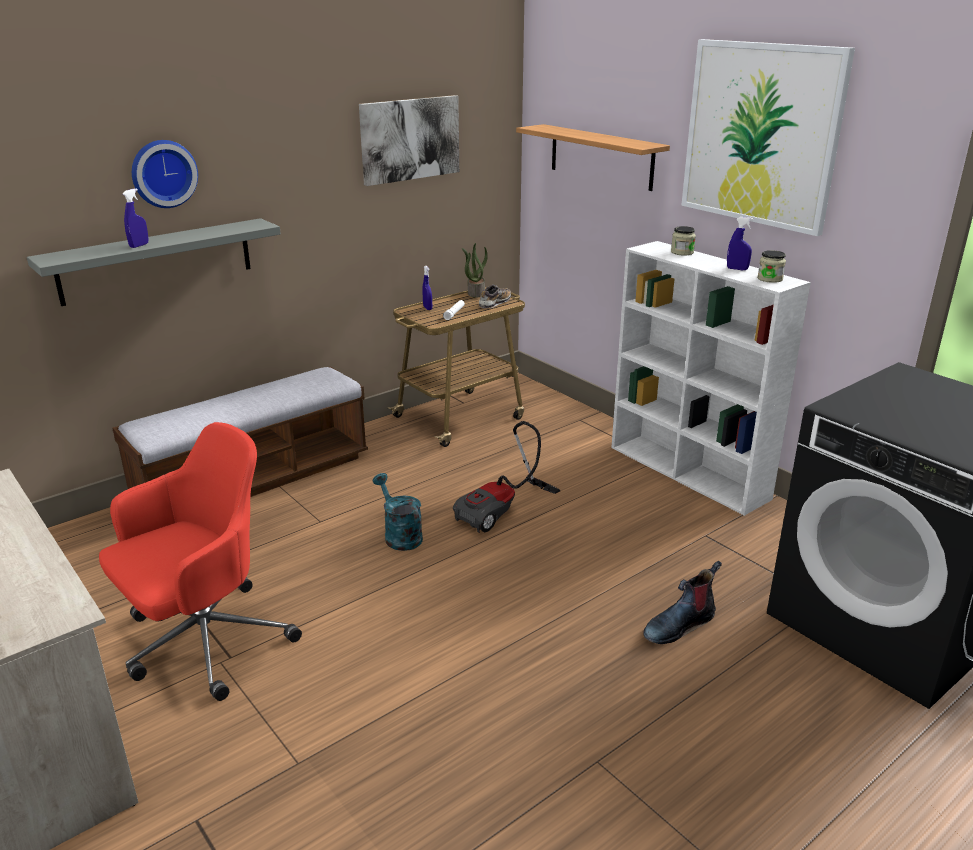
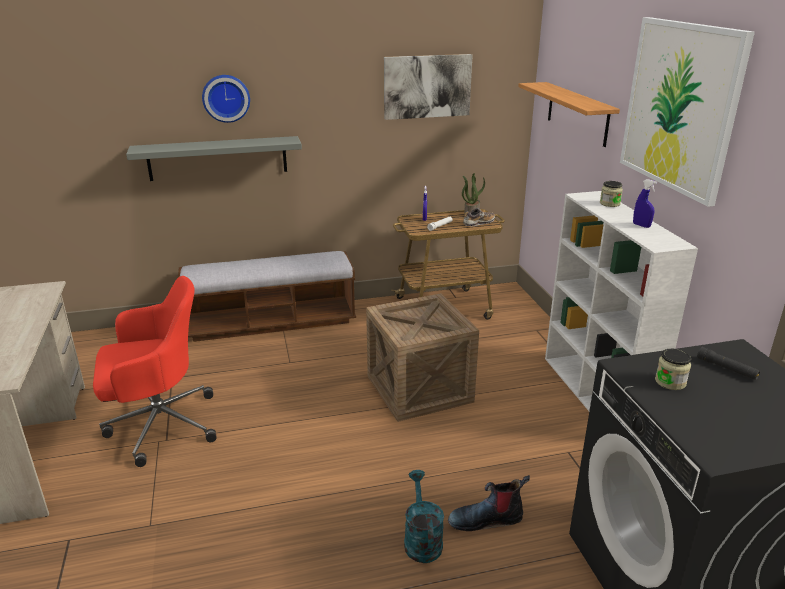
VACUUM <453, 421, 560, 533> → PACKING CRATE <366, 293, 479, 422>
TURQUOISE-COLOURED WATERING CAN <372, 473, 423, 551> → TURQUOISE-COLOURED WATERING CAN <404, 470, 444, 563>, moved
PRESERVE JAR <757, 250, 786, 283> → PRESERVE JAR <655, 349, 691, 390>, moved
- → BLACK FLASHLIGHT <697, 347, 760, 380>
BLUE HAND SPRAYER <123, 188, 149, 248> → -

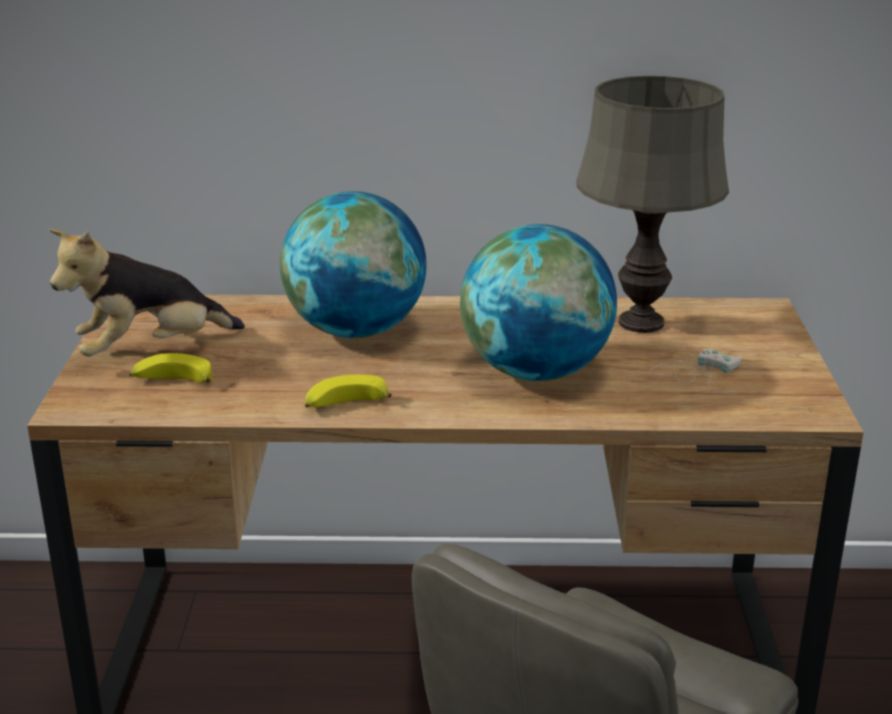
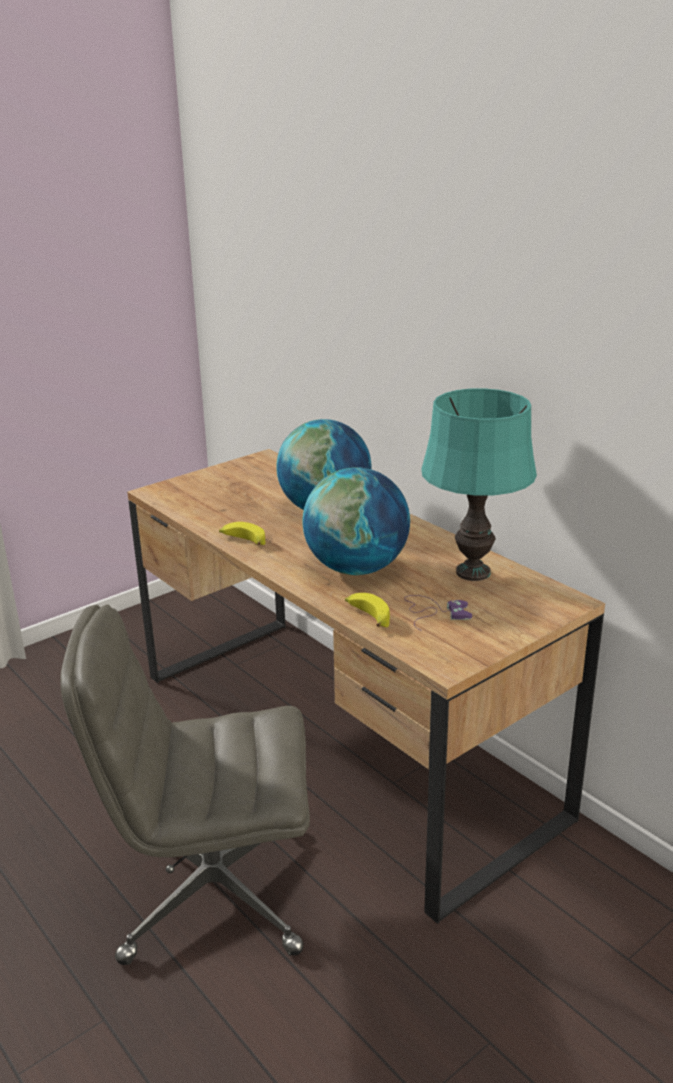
BANANA <129, 353, 212, 382> → BANANA <345, 593, 390, 627>, moved
WHITE GAME CONTROLLER <650, 349, 741, 395> → PURPLE GAME CONTROLLER <405, 595, 472, 631>
GREYISH LAMP FOR A TABLE <576, 76, 729, 333> → TURQUOISE-COLOURED LAMP FOR A TABLE <421, 388, 537, 581>
PLUSH TOY <50, 229, 245, 357> → -

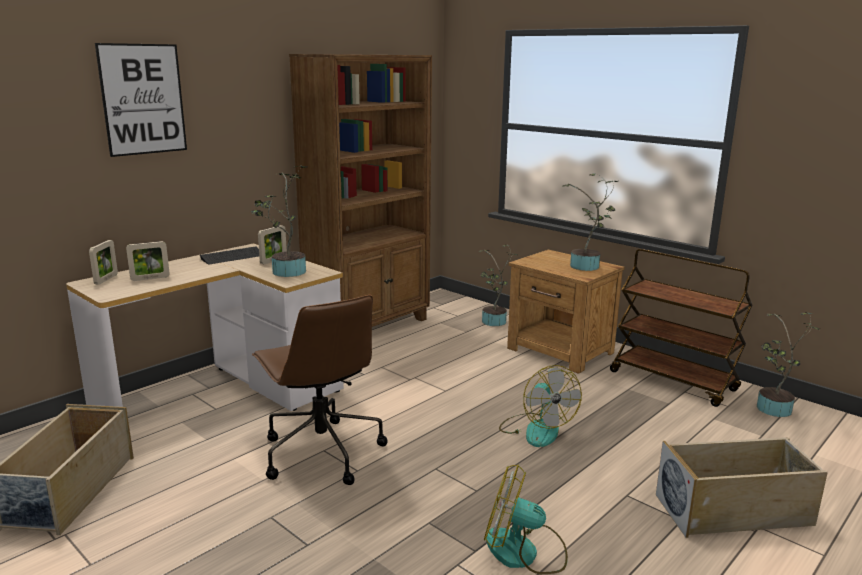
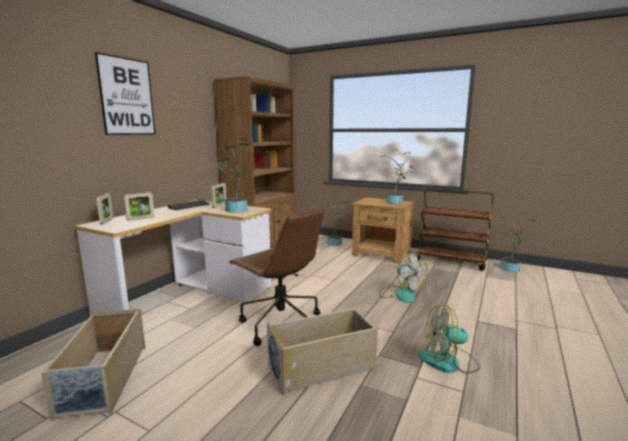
BEIGE-COLOURED STORAGE BIN <656, 437, 828, 538> → BEIGE-COLOURED STORAGE BIN <267, 308, 378, 396>, moved

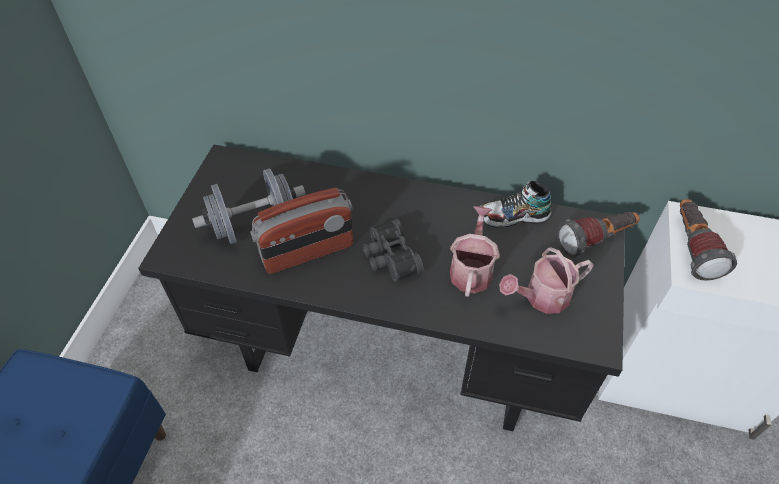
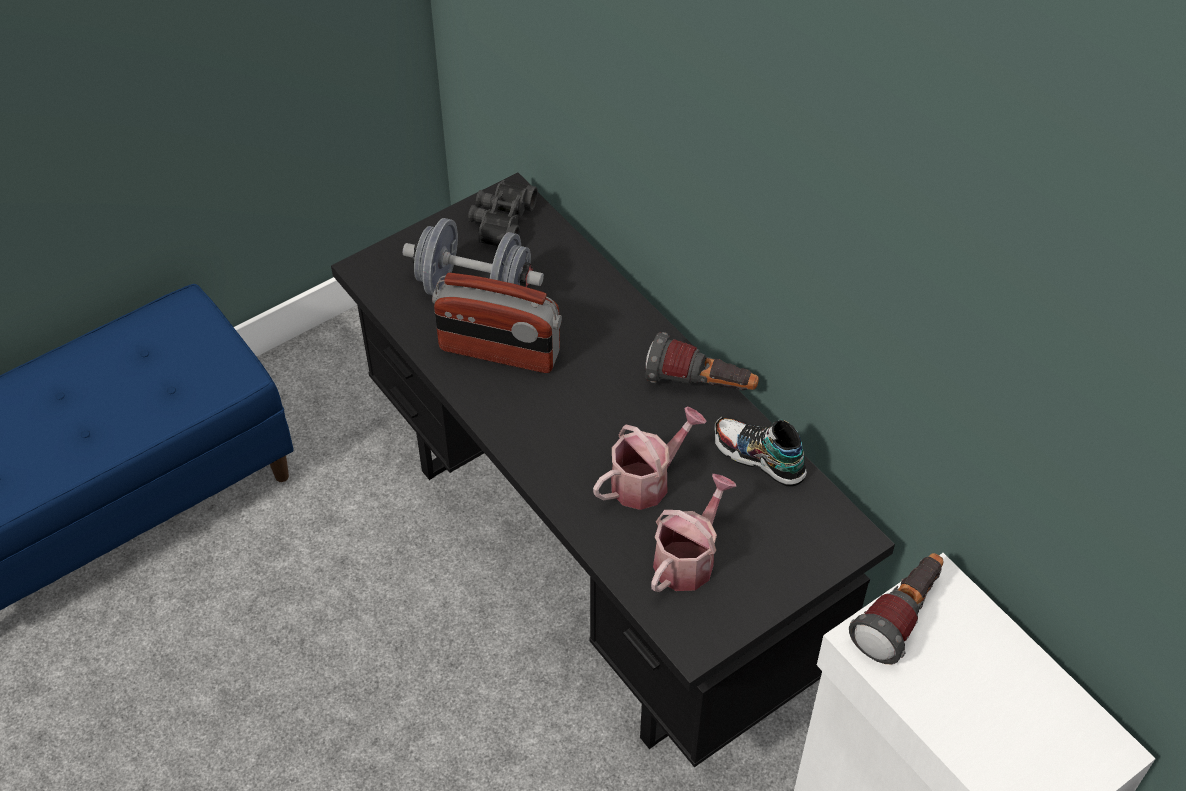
BLACK BINOCULARS <363, 219, 424, 282> → BLACK BINOCULARS <468, 180, 538, 246>, moved
FLASHLIGHT <558, 212, 640, 258> → FLASHLIGHT <646, 332, 759, 390>, moved
WATERING CAN <499, 247, 594, 314> → WATERING CAN <651, 474, 736, 592>, 105 degrees clockwise

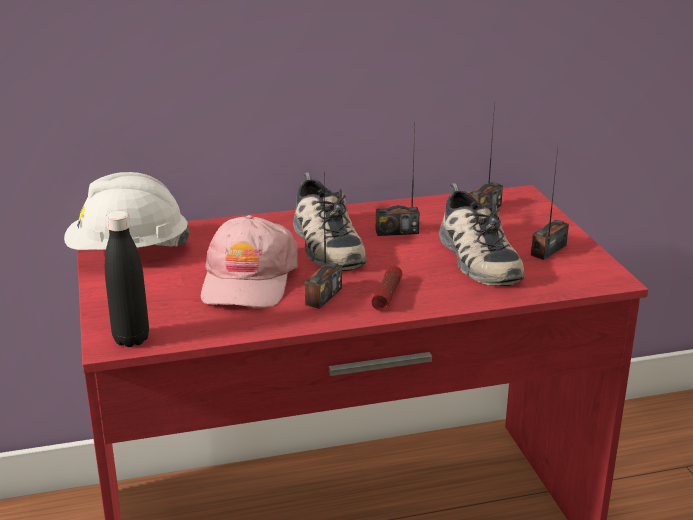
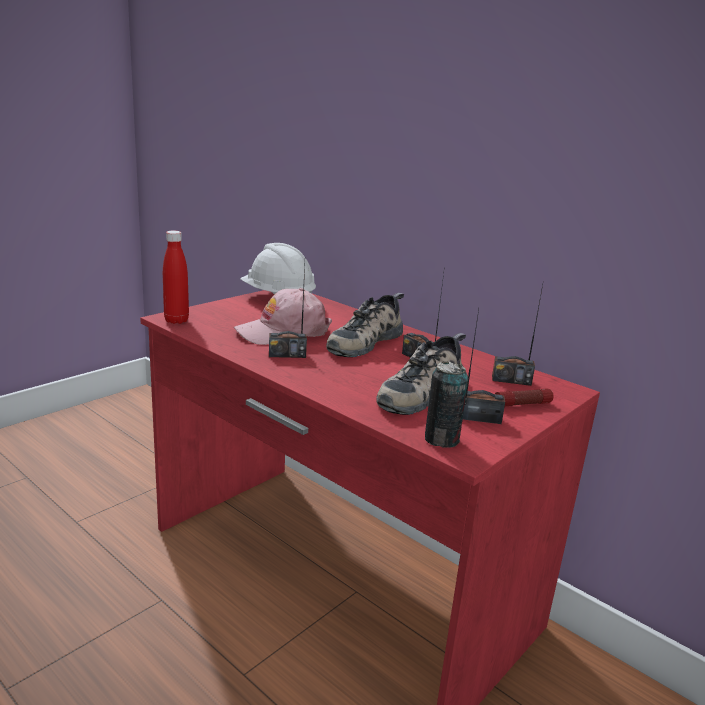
BLACK BOTTLE <105, 211, 149, 347> → RED-COLOURED BOTTLE <163, 230, 189, 324>
- → SEALED CAN <425, 361, 468, 448>
FLASHLIGHT <372, 266, 403, 311> → FLASHLIGHT <495, 388, 554, 406>, moved

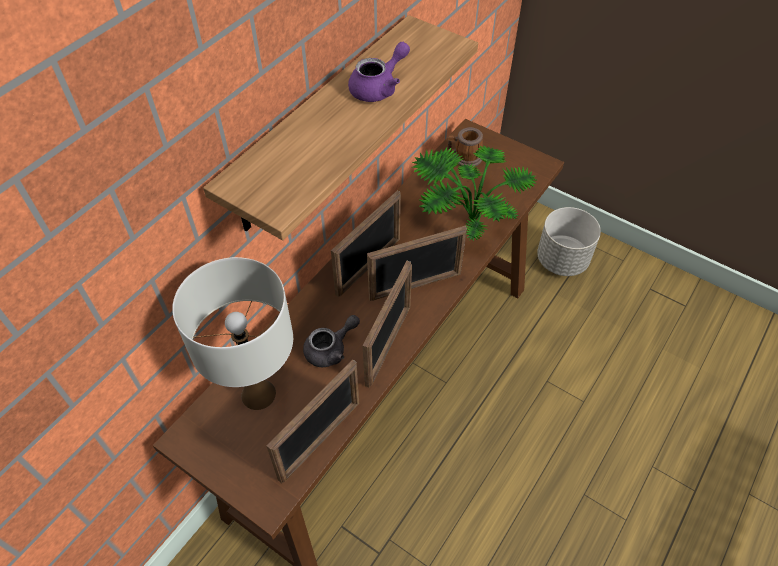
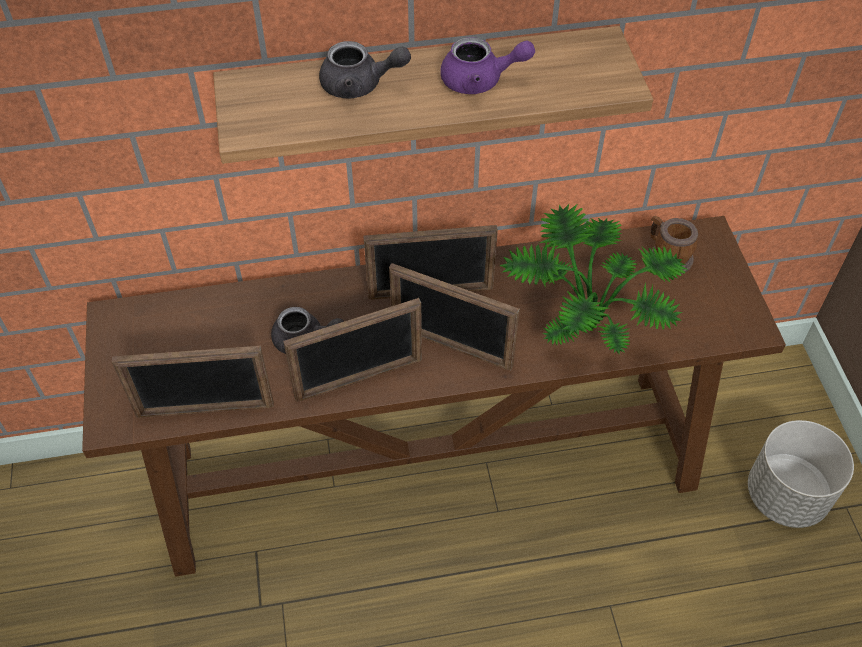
- → GREYISH TEAPOT <319, 41, 411, 99>
WHITE LAMP FOR A TABLE <172, 257, 293, 410> → -

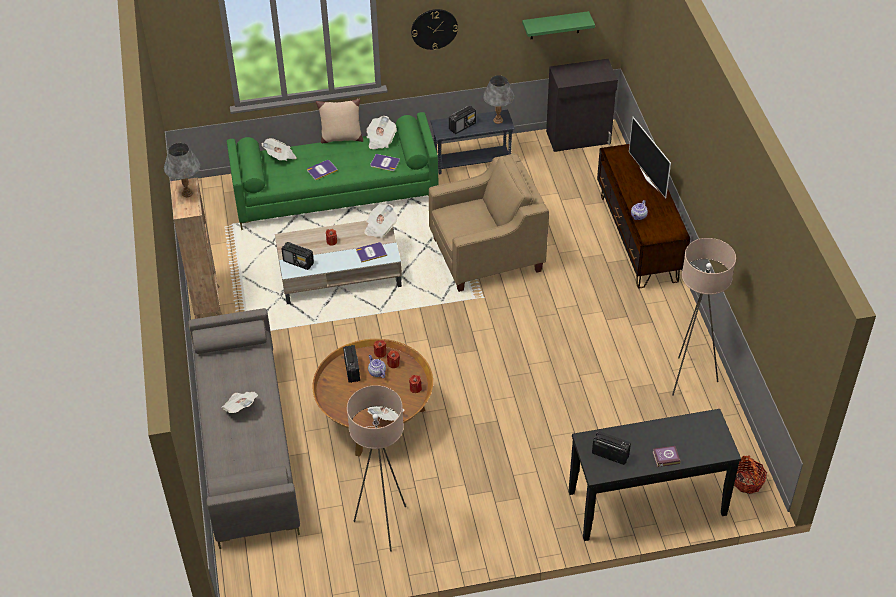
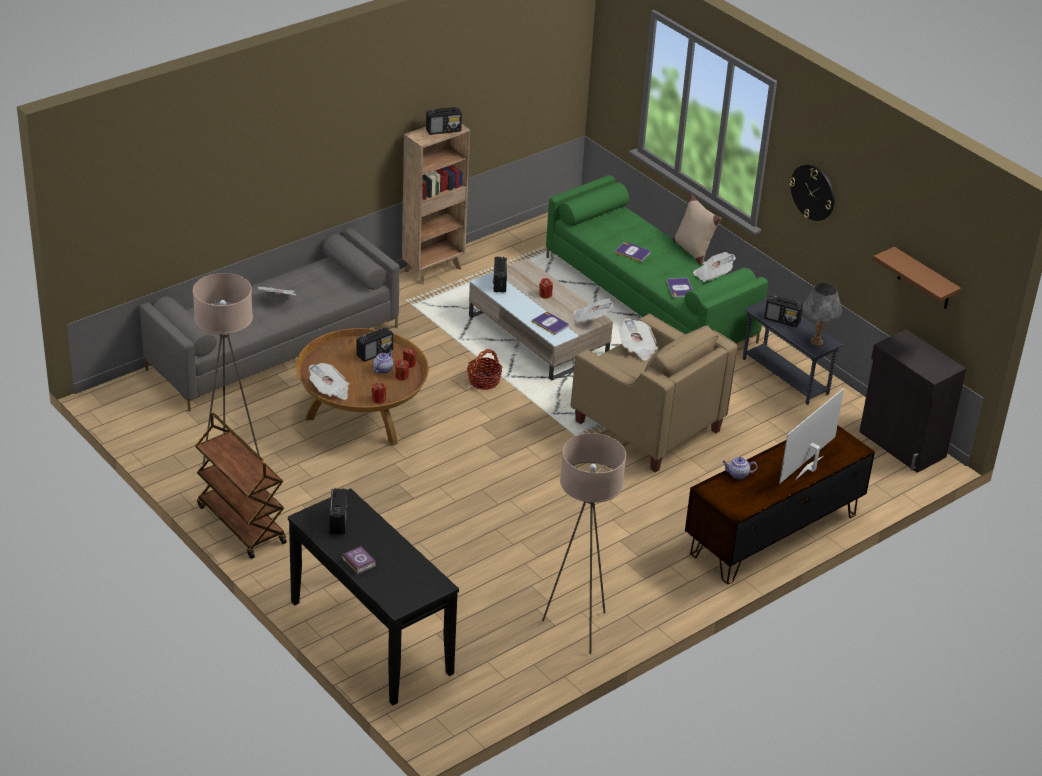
- → BROWNISH TROLLEY <195, 413, 287, 559>
GREYISH LAMP FOR A TABLE <164, 143, 200, 197> → RADIO SET <426, 107, 462, 135>
HOUSEHOLD BASKET <734, 455, 767, 494> → HOUSEHOLD BASKET <467, 349, 503, 390>, moved
NEWSPAPER <261, 138, 297, 161> → NEWSPAPER <619, 318, 658, 361>, moved
GREENISH SHELF <522, 11, 595, 39> → BROWNISH SHELF <873, 247, 961, 309>

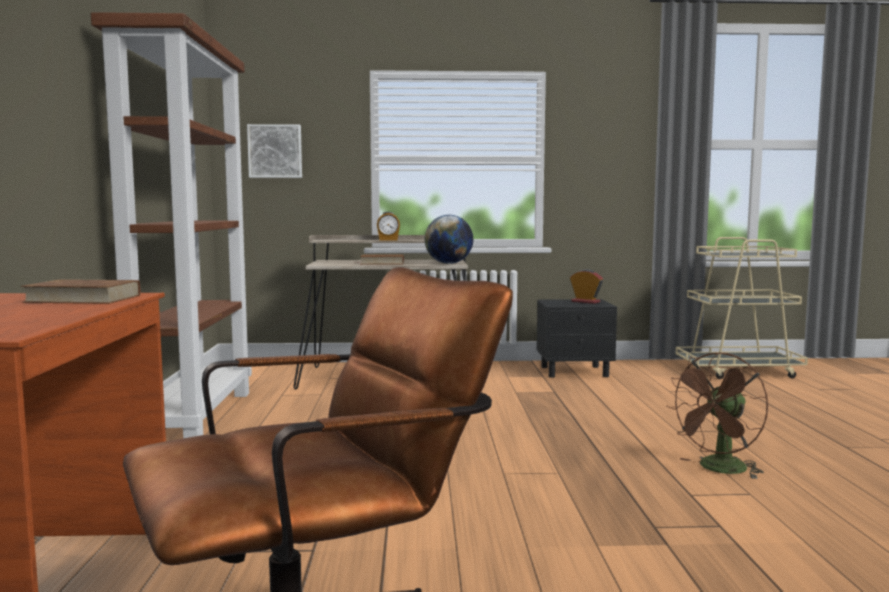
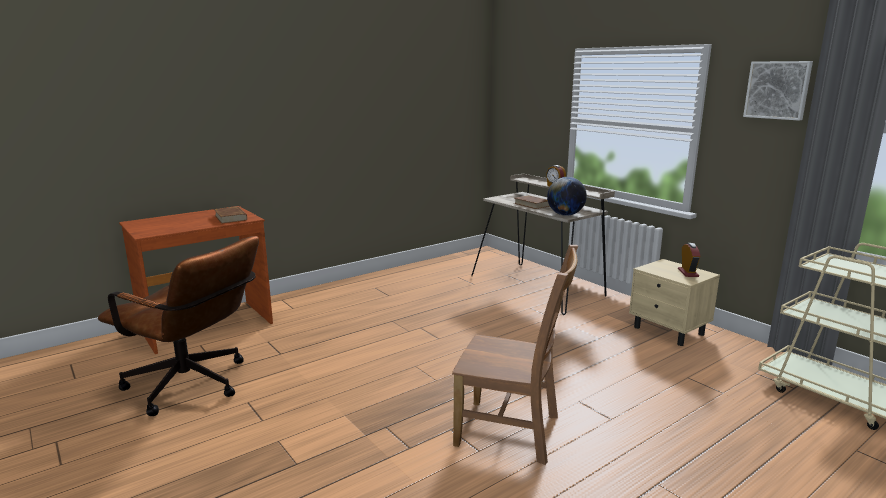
BROWNISH ELECTRIC FAN <666, 352, 768, 479> → BROWNISH CHAIR <452, 245, 578, 465>
BLACK BEDSIDE TABLE <537, 299, 617, 378> → BEIGE-COLOURED BEDSIDE TABLE <629, 259, 720, 346>
PICTURE <247, 124, 302, 178> → PICTURE <743, 61, 813, 121>, moved
BROWNISH SHELVING UNIT <91, 12, 252, 438> → -

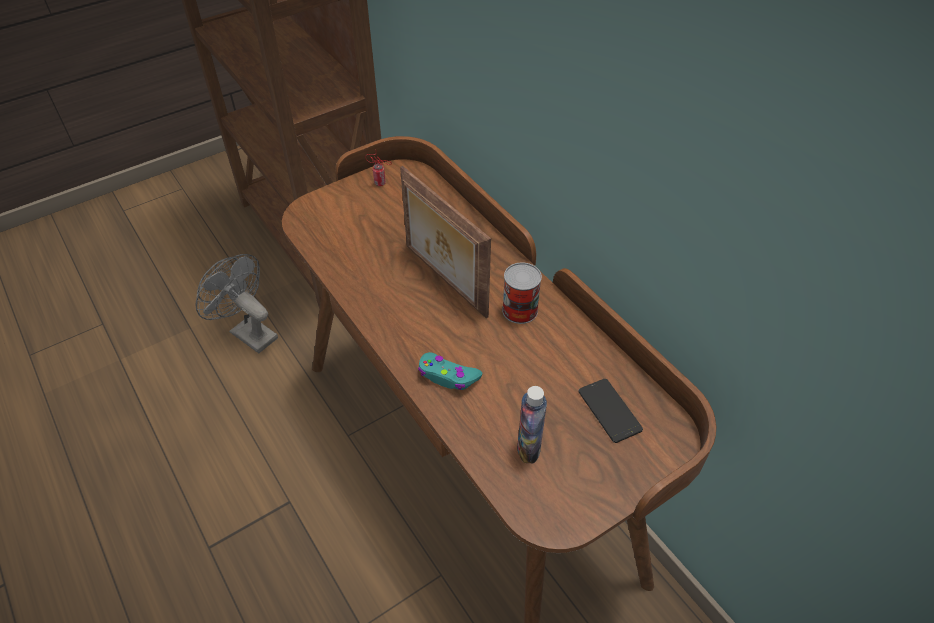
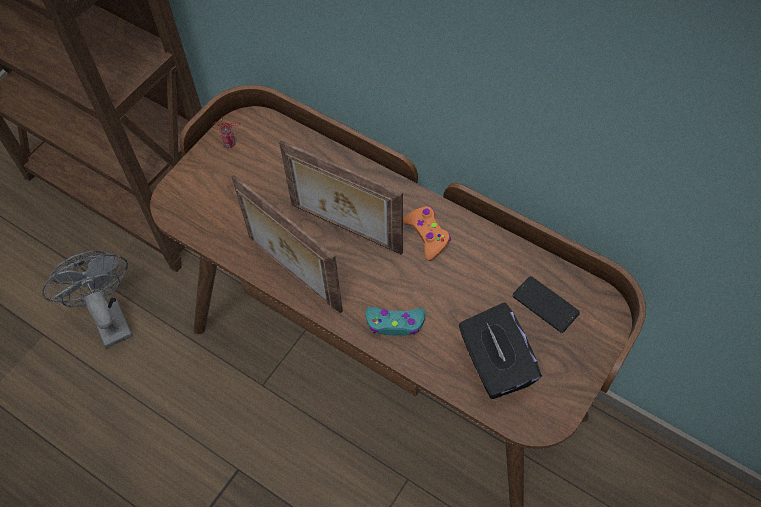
GREYISH ELECTRIC FAN <195, 254, 278, 353> → GREYISH ELECTRIC FAN <42, 251, 132, 348>, 45 degrees clockwise
- → PICTURE FRAME <232, 175, 343, 313>
SEALED CAN <502, 262, 542, 324> → ORANGEY GAME CONTROLLER <403, 206, 451, 261>
BOTTLE <517, 386, 547, 463> → BLACK TISSUE BOX <459, 302, 542, 399>

